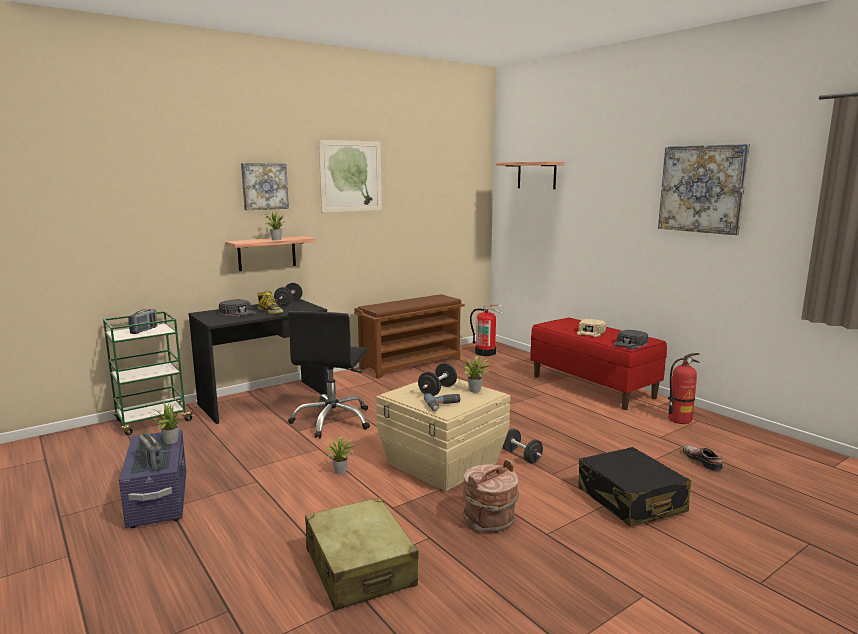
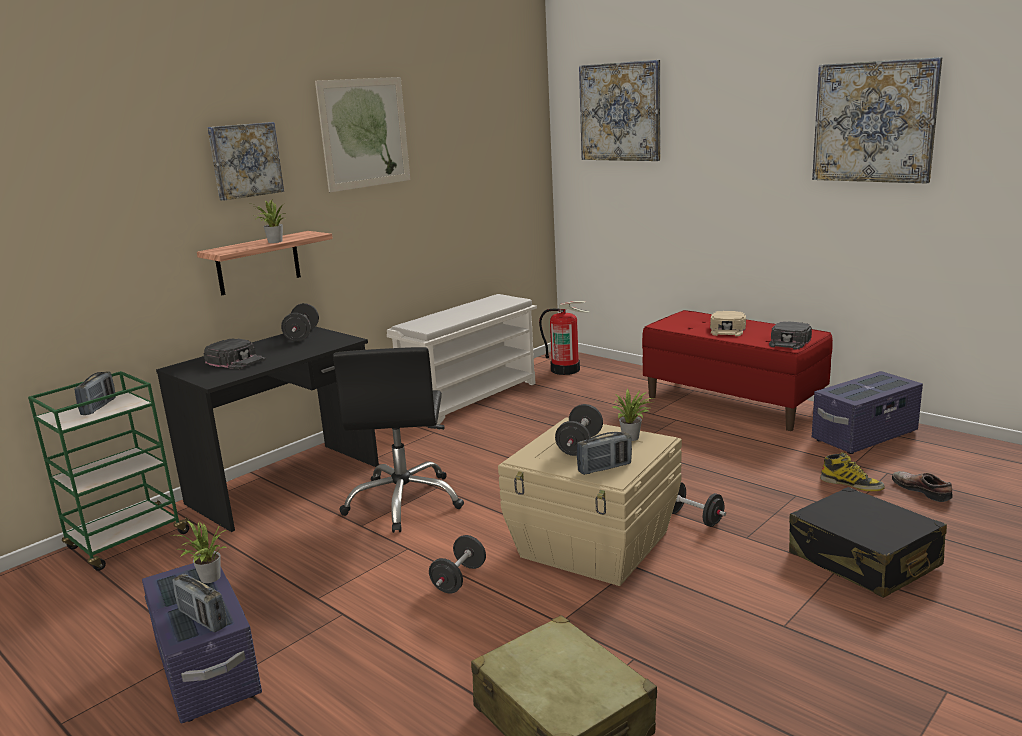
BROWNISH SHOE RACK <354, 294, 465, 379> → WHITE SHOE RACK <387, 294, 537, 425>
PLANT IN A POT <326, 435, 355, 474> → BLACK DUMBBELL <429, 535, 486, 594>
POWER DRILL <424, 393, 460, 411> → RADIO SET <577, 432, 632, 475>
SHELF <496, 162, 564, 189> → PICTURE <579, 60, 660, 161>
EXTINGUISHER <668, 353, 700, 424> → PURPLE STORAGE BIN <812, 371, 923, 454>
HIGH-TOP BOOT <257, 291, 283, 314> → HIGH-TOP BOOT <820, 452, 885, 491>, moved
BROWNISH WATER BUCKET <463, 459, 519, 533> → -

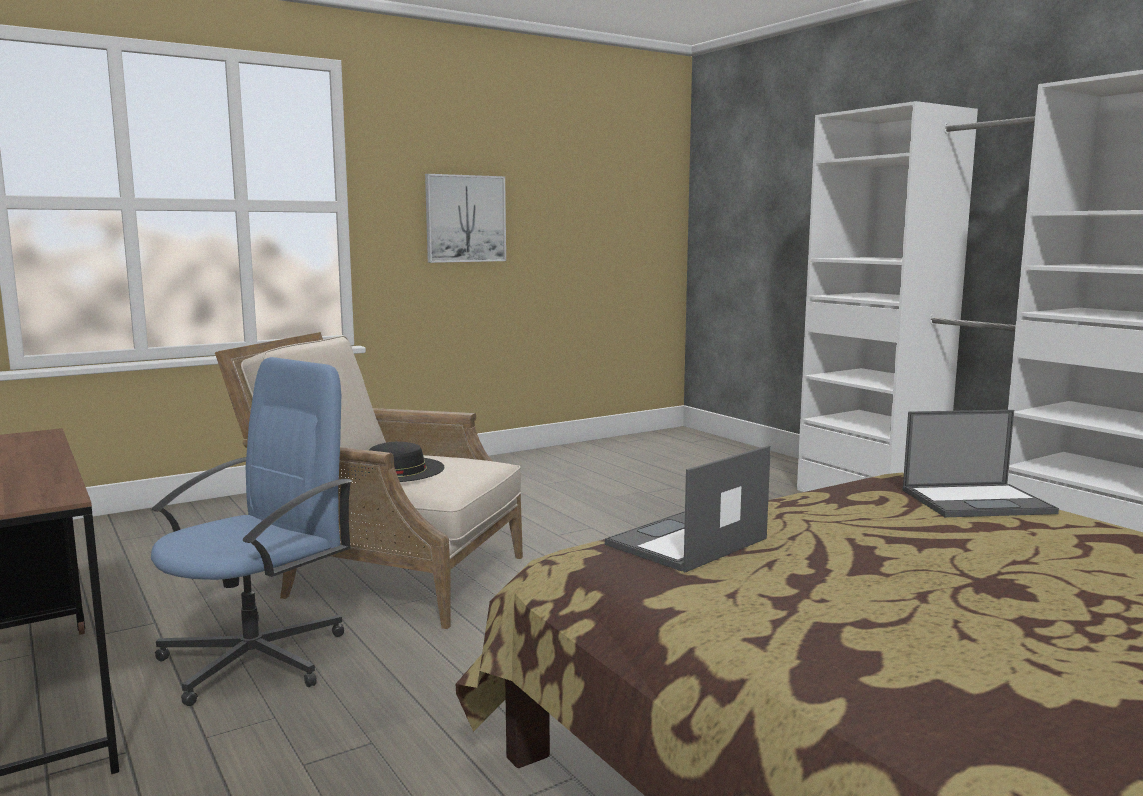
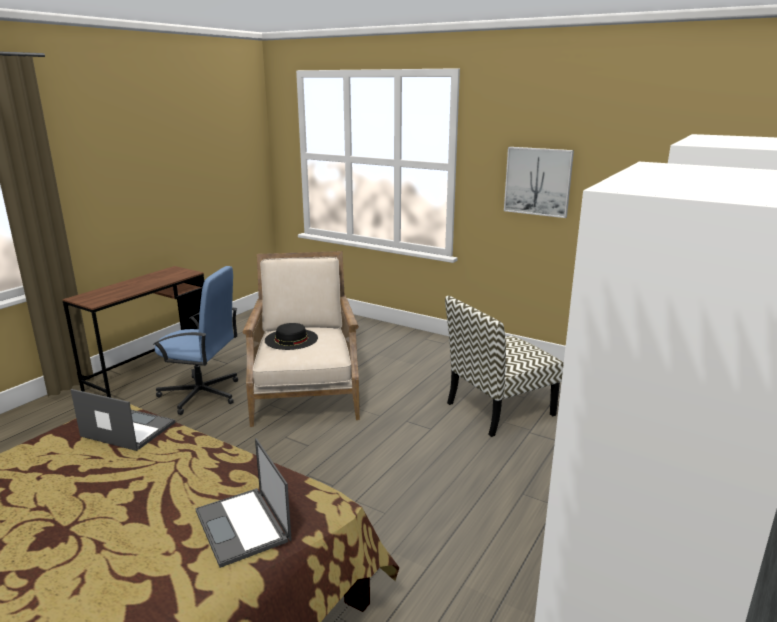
- → CHAIR <445, 296, 564, 437>

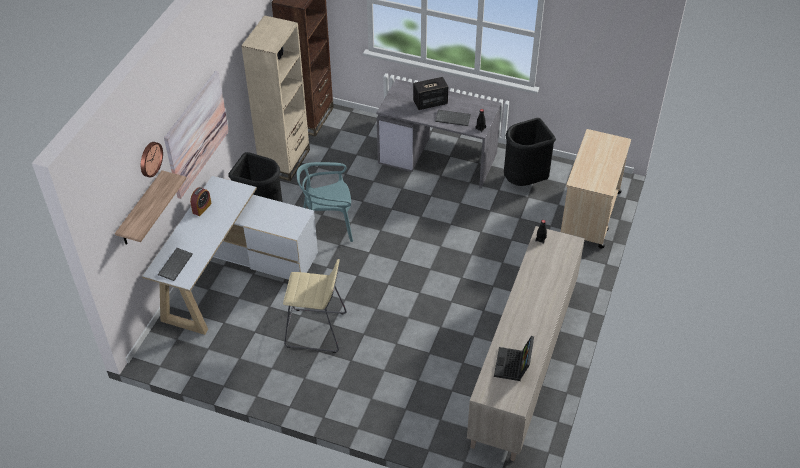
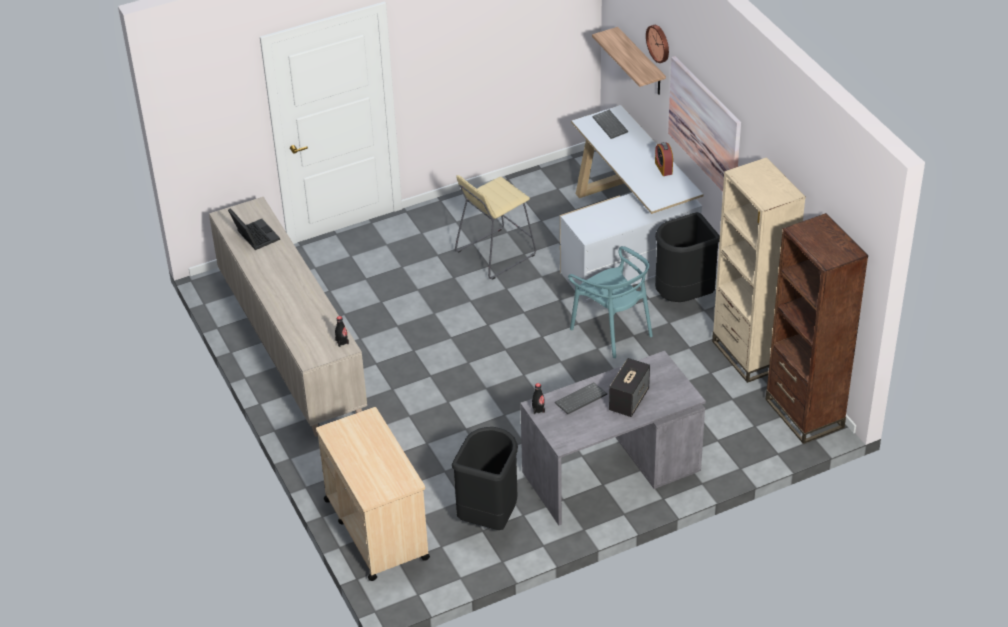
TURQUOISE-COLOURED CHAIR <297, 162, 353, 242> → TURQUOISE-COLOURED CHAIR <568, 246, 653, 358>, 105 degrees clockwise

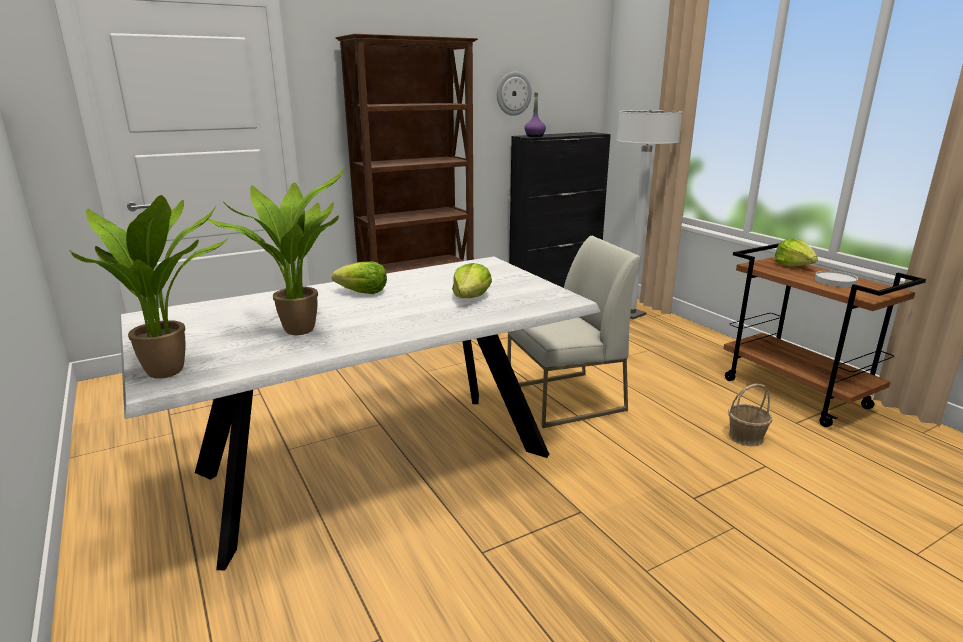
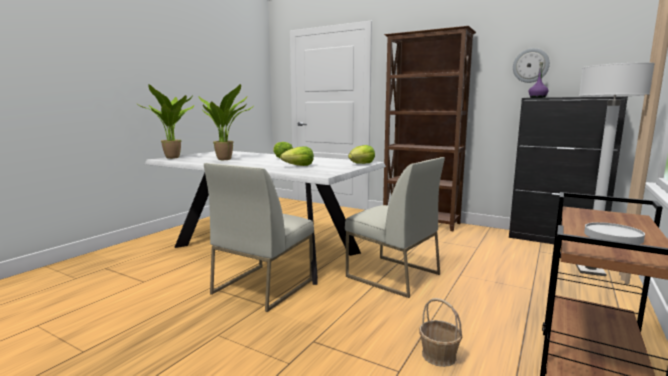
- → WHITE CHAIR <204, 163, 314, 312>
LETTUCE HEAD <775, 239, 818, 266> → LETTUCE HEAD <348, 145, 375, 164>, moved

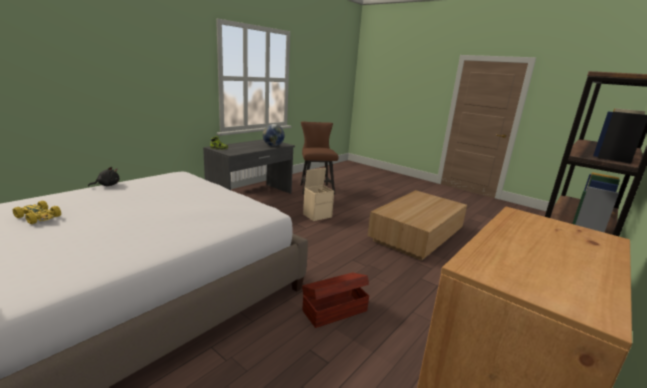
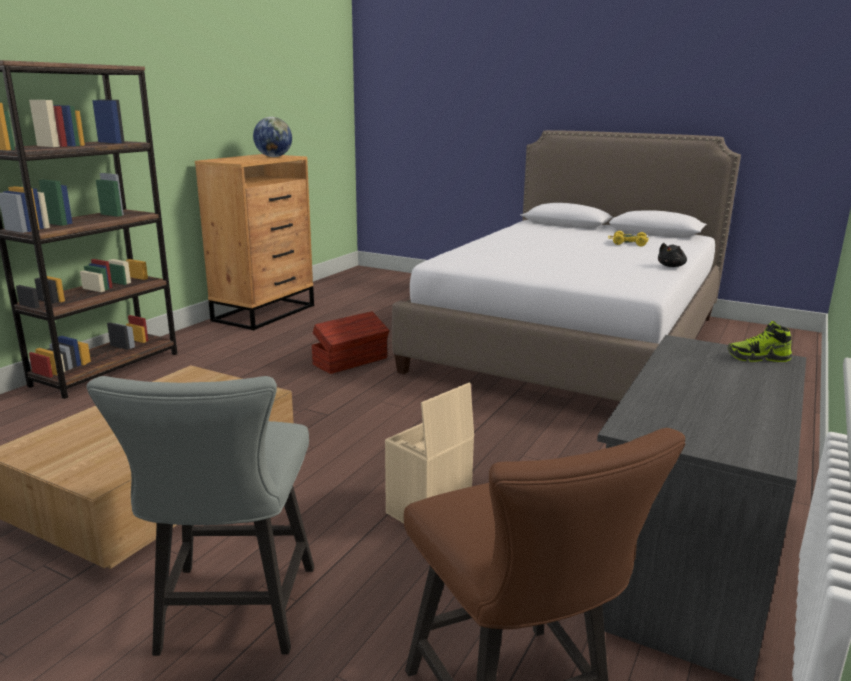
- → GREYISH CHAIR <87, 376, 314, 656>
GLOBE <262, 124, 285, 146> → GLOBE <253, 117, 292, 157>, moved

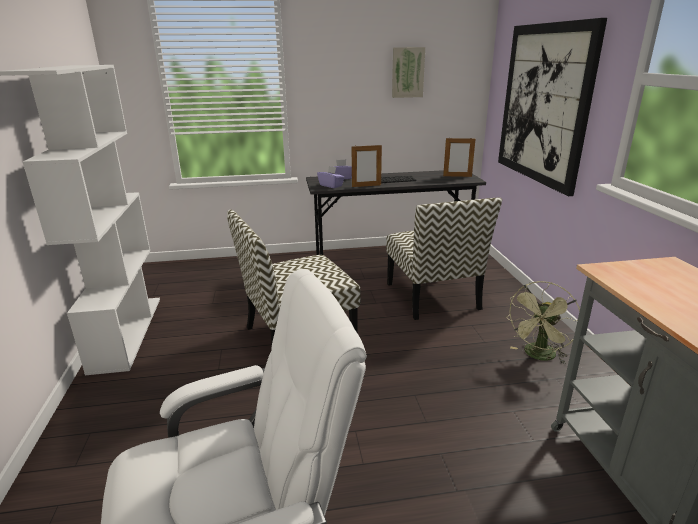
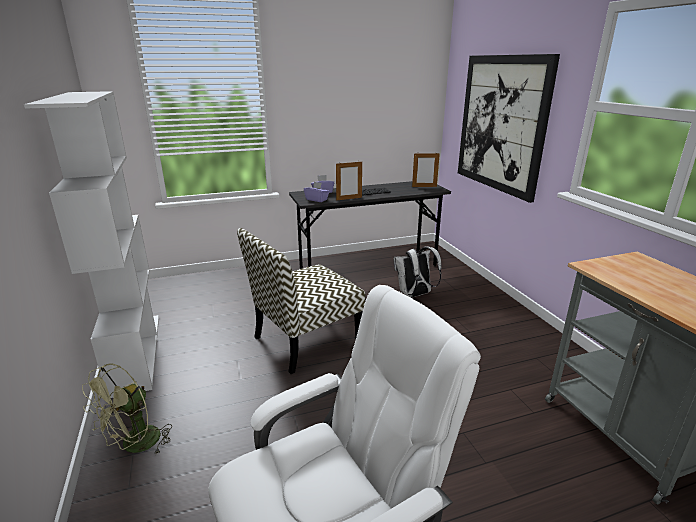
GREENISH ELECTRIC FAN <506, 281, 580, 364> → GREENISH ELECTRIC FAN <82, 364, 172, 455>, moved
CHAIR <386, 198, 502, 320> → WHITE KNAPSACK <394, 246, 442, 298>
PICTURE <392, 47, 425, 98> → -

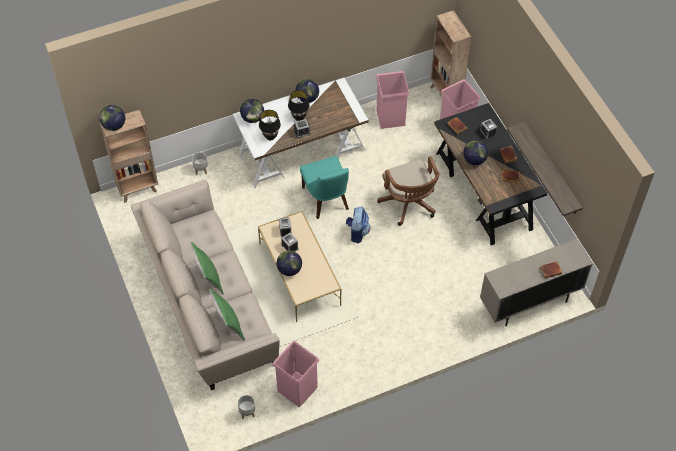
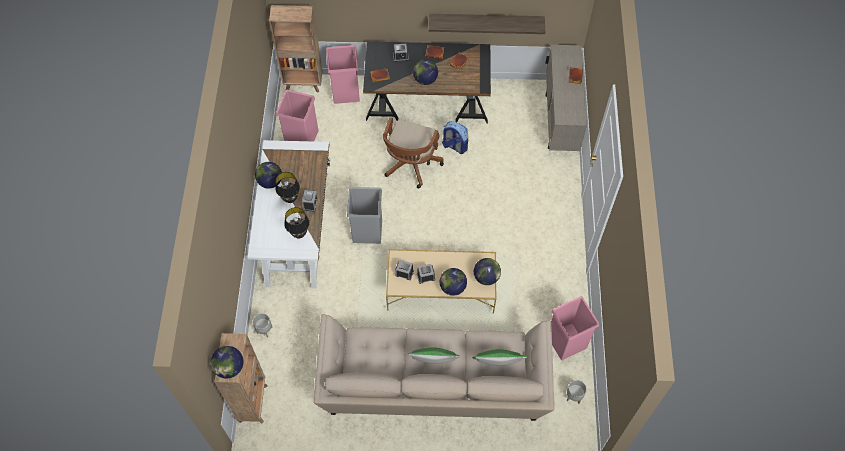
TURQUOISE-COLOURED CHAIR <300, 156, 349, 219> → GREYISH WASTE BIN <347, 187, 382, 244>
BROWNISH DESK CHAIR <377, 156, 440, 226> → BROWNISH DESK CHAIR <383, 117, 444, 189>, 105 degrees clockwise
KNAPSACK <346, 207, 370, 243> → KNAPSACK <442, 121, 468, 154>, moved
GLOBE <240, 99, 264, 123> → GLOBE <474, 258, 501, 285>, moved

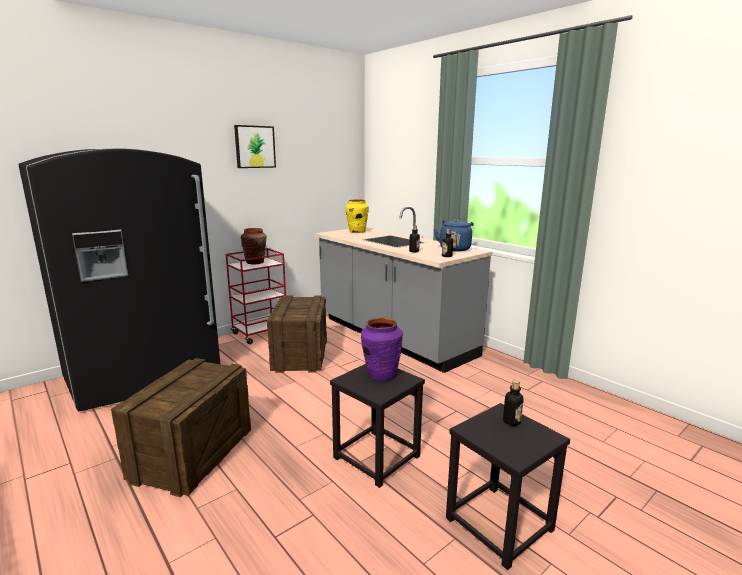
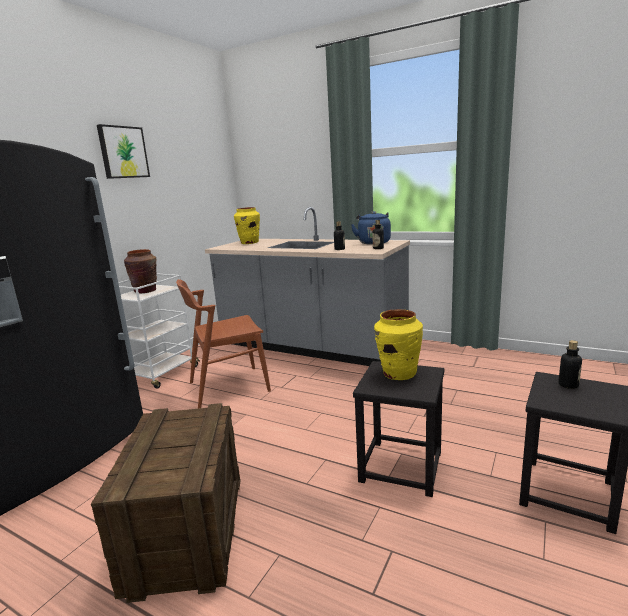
RED-COLOURED TROLLEY <226, 248, 286, 344> → WHITE TROLLEY <118, 274, 200, 389>
PACKING CRATE <267, 295, 327, 373> → BROWNISH CHAIR <176, 279, 271, 408>
PURPLE DECORATIVE VASE <361, 318, 403, 381> → YELLOW-COLOURED DECORATIVE VASE <374, 309, 423, 380>

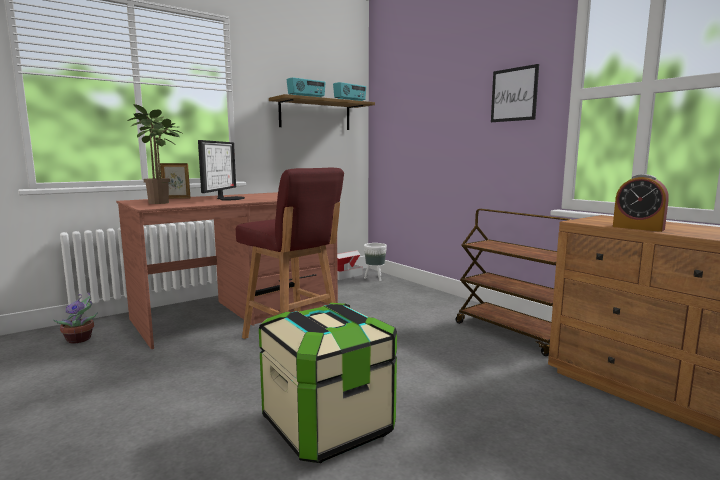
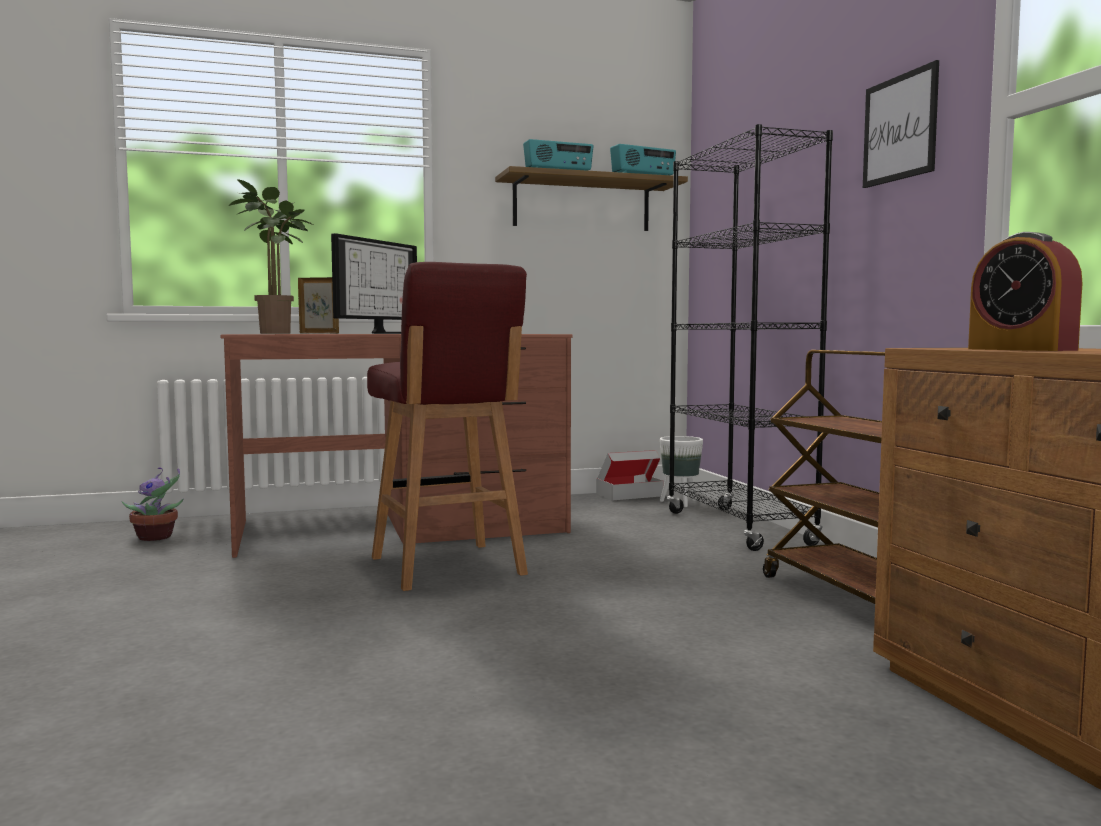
- → BLACK SHELVING UNIT <667, 124, 833, 551>
STORAGE BIN <259, 303, 397, 463> → -

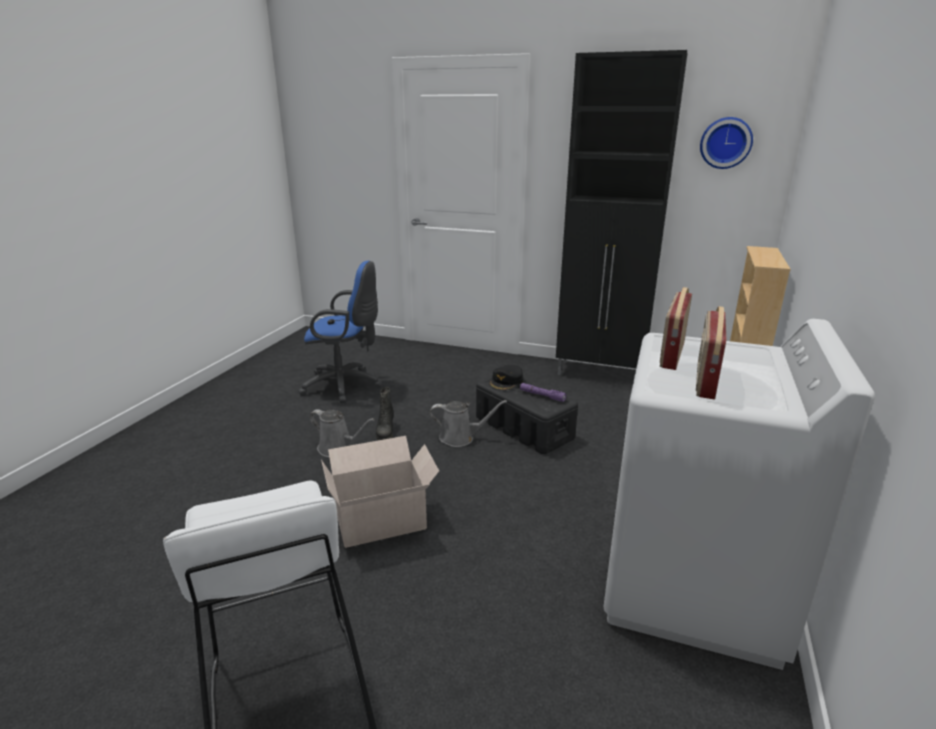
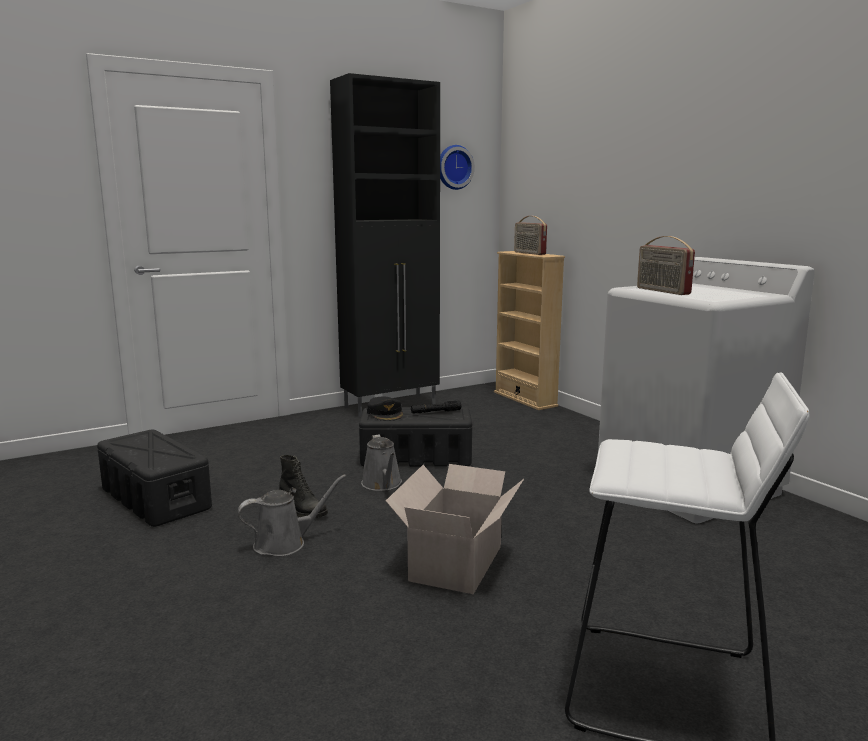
BLUE DESK CHAIR <298, 261, 382, 403> → BLACK STORAGE BIN <97, 430, 212, 527>
GREYISH WATERING CAN <429, 400, 507, 447> → GREYISH WATERING CAN <361, 434, 402, 491>, 120 degrees clockwise
PURPLE FLASHLIGHT <520, 383, 566, 402> → BLACK FLASHLIGHT <411, 401, 461, 414>
RADIO SET <696, 306, 726, 399> → RADIO SET <514, 216, 547, 255>, moved

